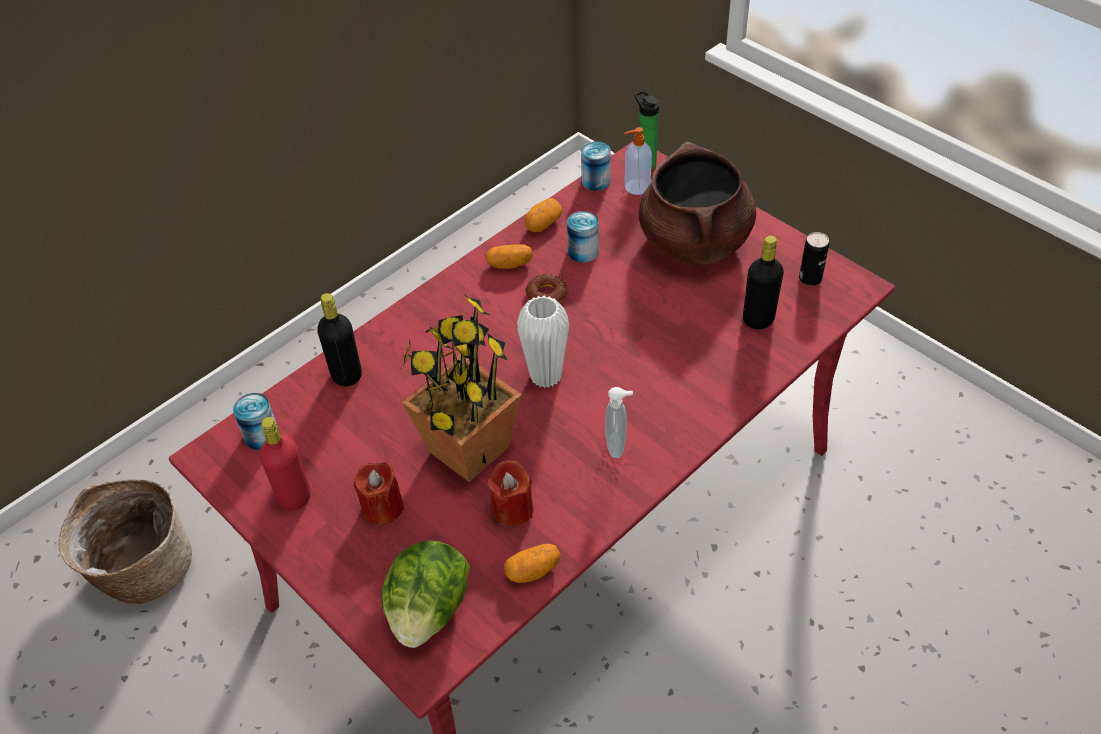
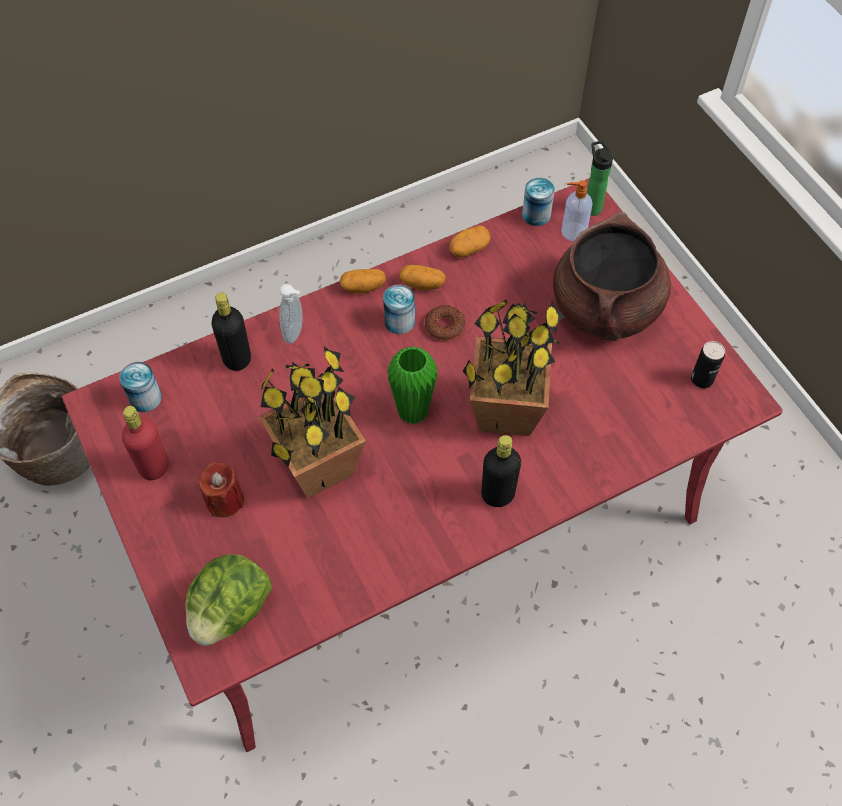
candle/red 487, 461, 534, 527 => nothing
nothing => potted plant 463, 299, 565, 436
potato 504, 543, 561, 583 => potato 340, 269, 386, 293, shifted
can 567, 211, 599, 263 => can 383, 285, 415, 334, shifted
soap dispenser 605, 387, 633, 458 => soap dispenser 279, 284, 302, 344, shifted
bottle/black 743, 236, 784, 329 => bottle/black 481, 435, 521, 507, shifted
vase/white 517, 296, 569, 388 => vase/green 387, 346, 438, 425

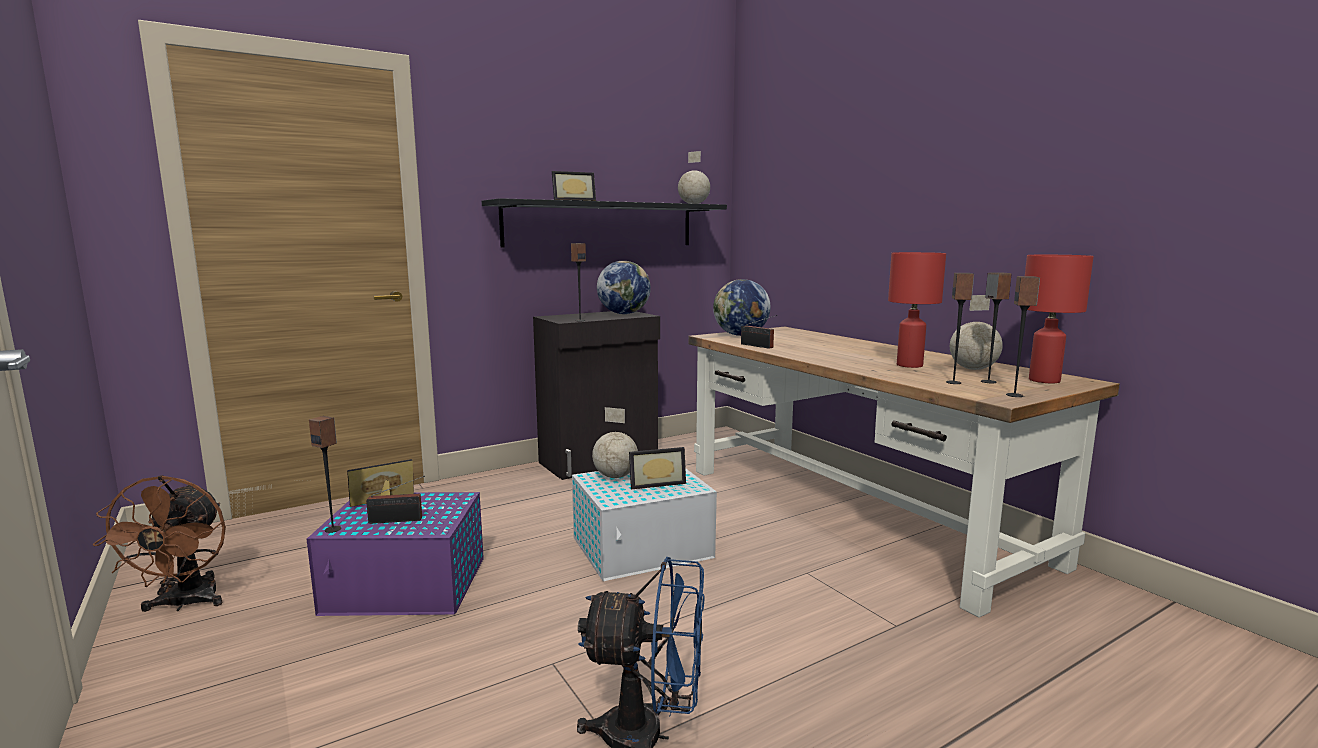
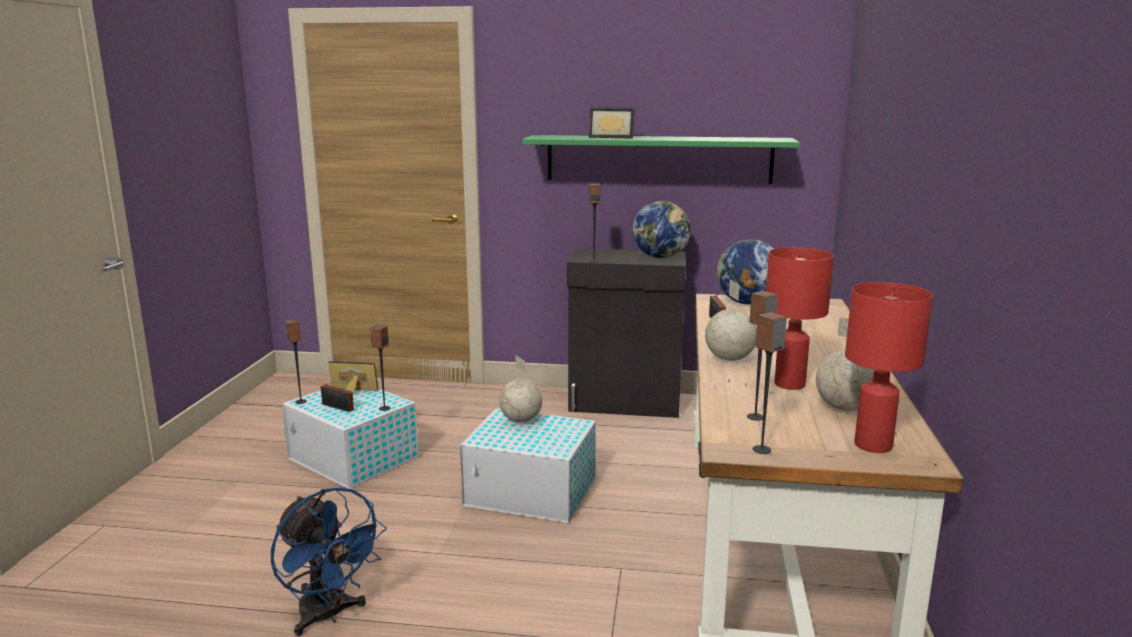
fan/brown 92, 475, 226, 612 => nothing
picture frame 629, 447, 686, 490 => nothing
globe 678, 151, 710, 204 => globe 705, 279, 757, 361, shifted
speaker 981, 272, 1012, 383 => speaker 370, 325, 390, 411, shifted
storage box/purple 307, 492, 484, 616 => storage box/white 282, 389, 419, 489
shelf/black 482, 198, 727, 248 => shelf/green 522, 135, 800, 184

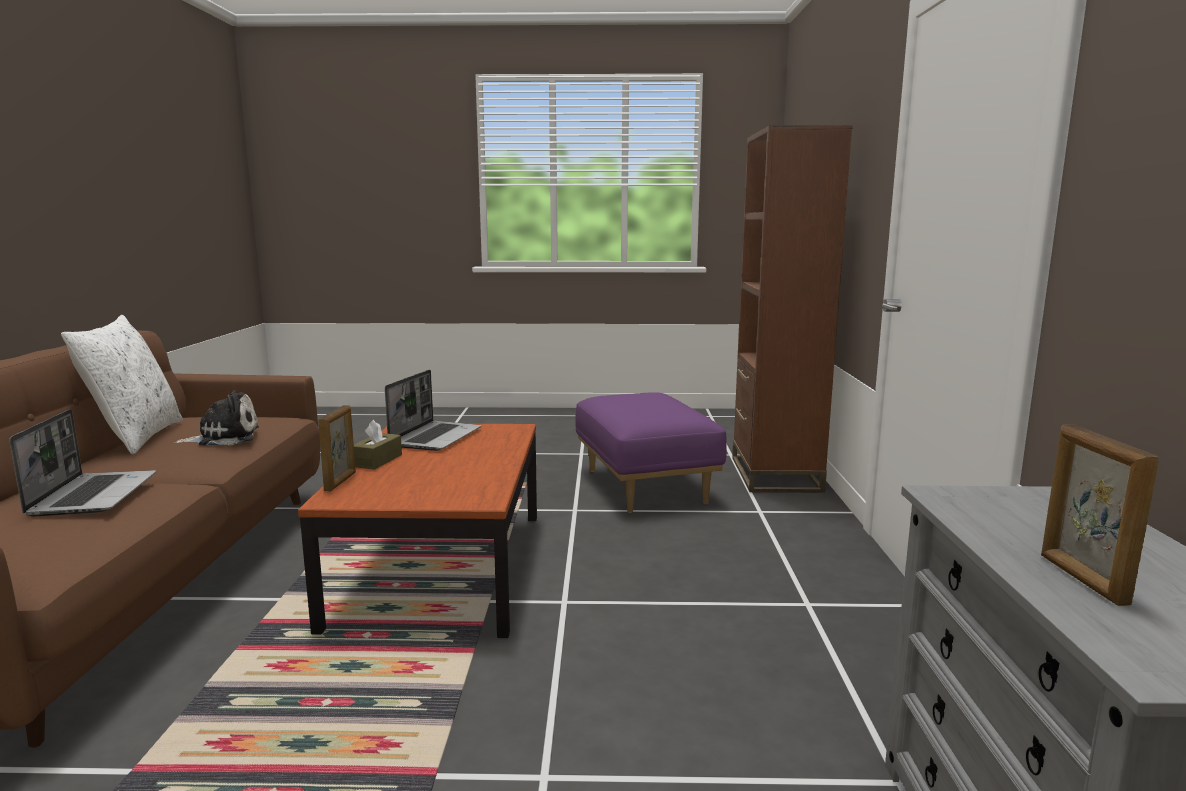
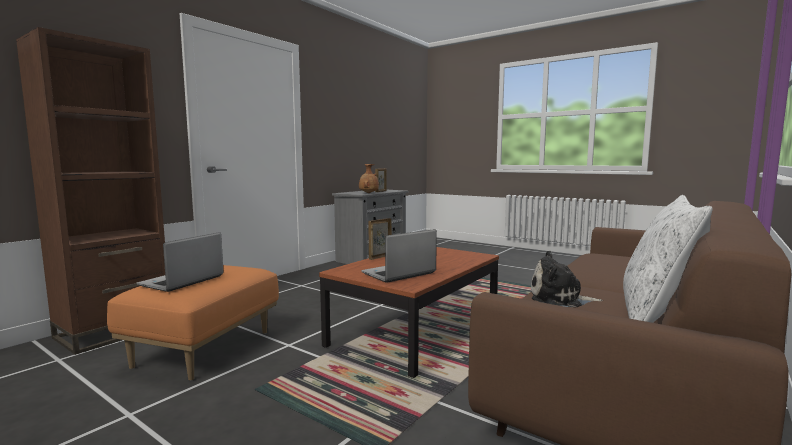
tissue box/brown 354, 420, 402, 470 => nothing
nothing => vase/brown 359, 164, 379, 193
laptop 9, 409, 156, 517 => laptop 137, 232, 224, 292, shifted
picture frame 318, 405, 356, 491 => picture frame 369, 218, 391, 260, shifted
ottoman/purple 575, 392, 727, 513 => ottoman/orange 107, 265, 279, 381

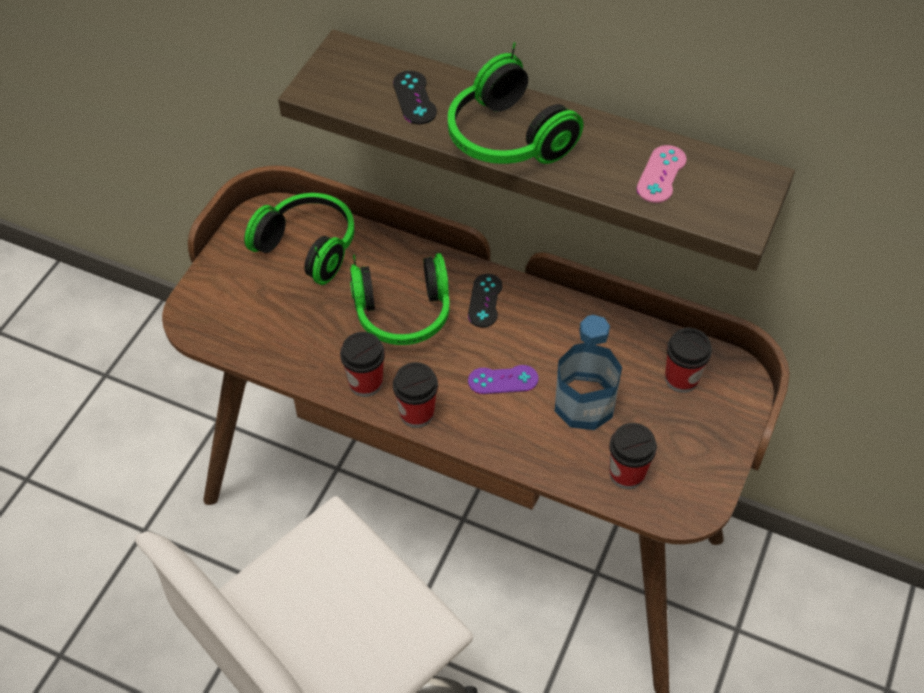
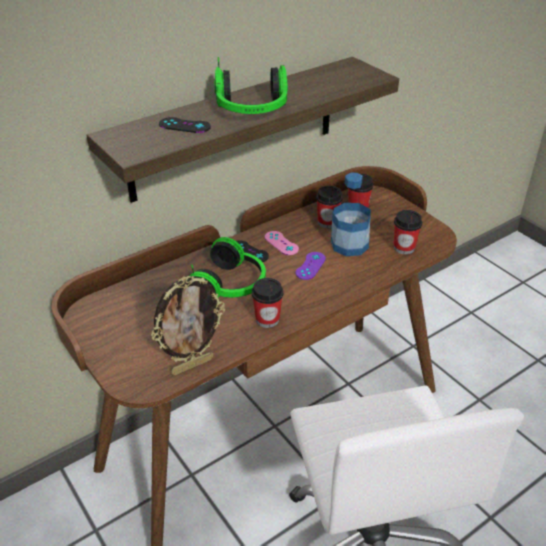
headphones 244, 193, 355, 285 => nothing
nothing => picture frame 151, 276, 225, 375
cup 393, 362, 438, 428 => cup 316, 186, 343, 228, shifted
game controller/pink 636, 145, 687, 203 => game controller/pink 265, 231, 299, 255, shifted

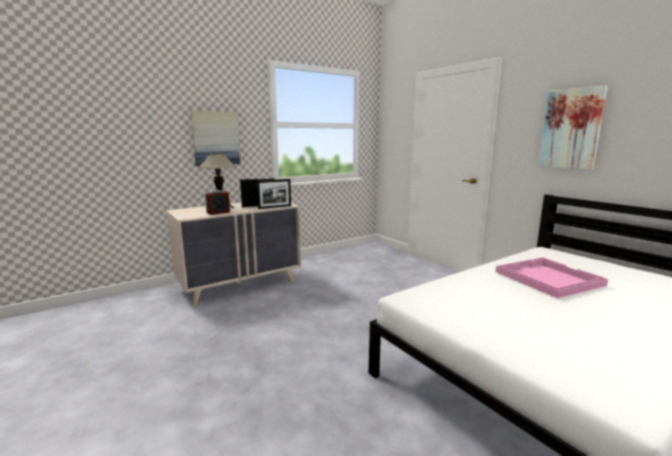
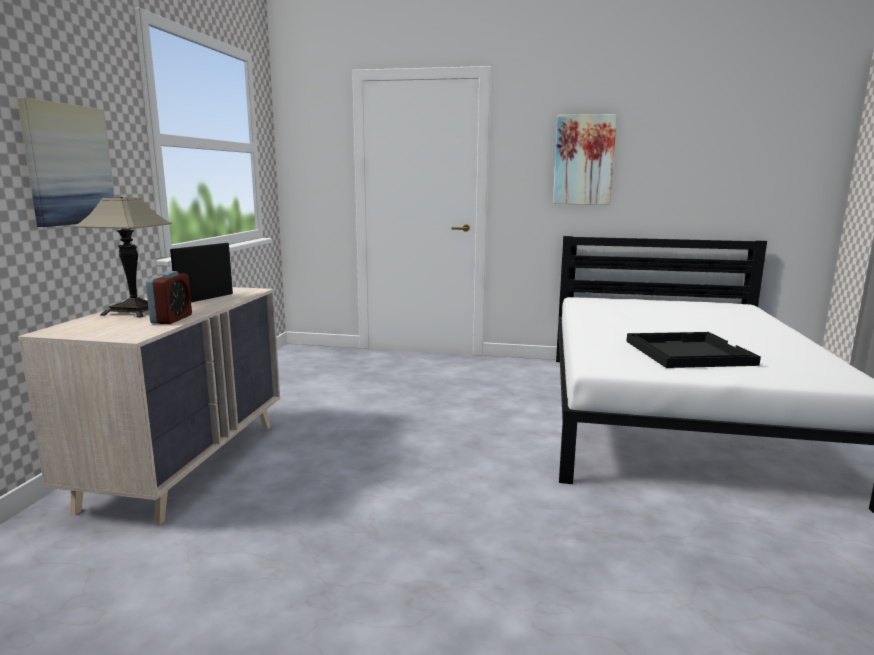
picture frame 257, 179, 291, 209 => nothing
tray/pink 496, 257, 608, 298 => nothing
nothing => tray/black 626, 332, 761, 368

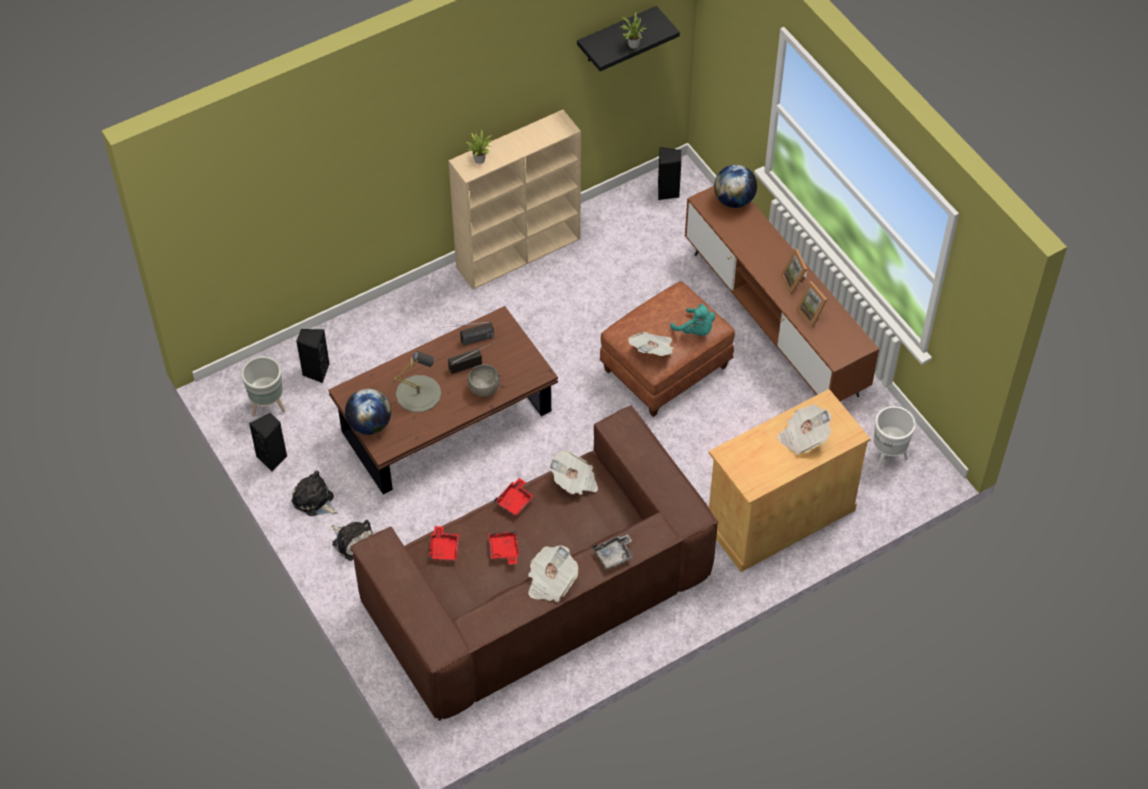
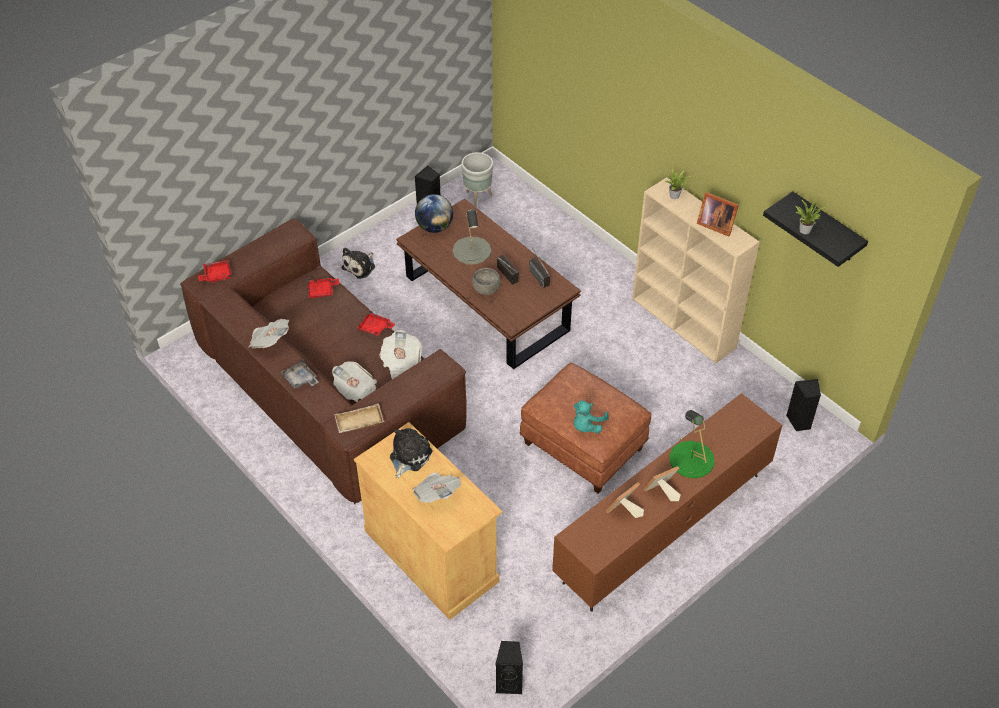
globe 714, 165, 757, 208 => nothing
planter/white 874, 406, 916, 469 => nothing
nothing => tray/beige 334, 403, 384, 433
nothing => table lamp/green 669, 410, 715, 478
nothing => picture frame 697, 192, 739, 237
plush toy 292, 470, 338, 516 => plush toy 390, 428, 432, 479, shifted
speaker/black 296, 329, 330, 383 => speaker/black 495, 641, 523, 694, shifted
tray/red 488, 531, 519, 564 => tray/red 198, 260, 232, 283, shifted
newspaper 628, 332, 674, 356 => newspaper 332, 361, 377, 402, shifted

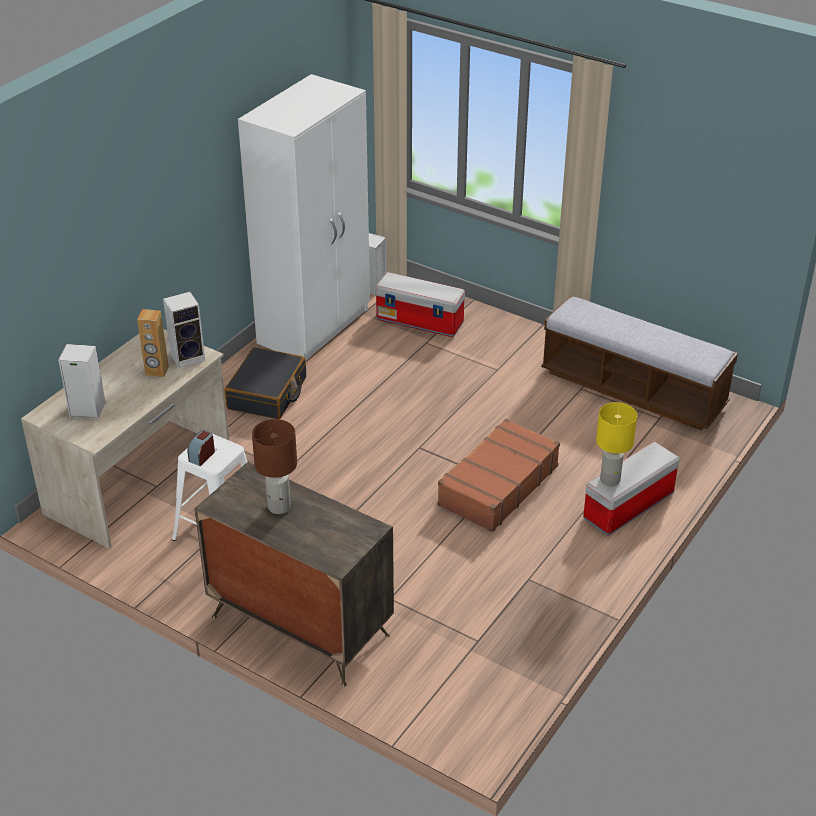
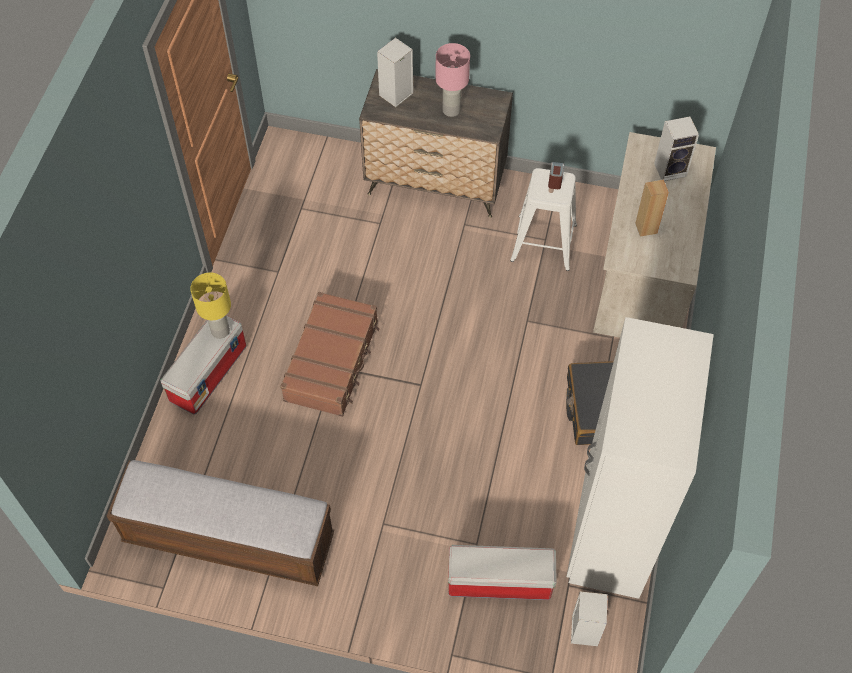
speaker 163, 292, 205, 368 => speaker 377, 38, 413, 107, shifted
table lamp/brown 252, 419, 297, 514 => table lamp/pink 435, 43, 470, 117

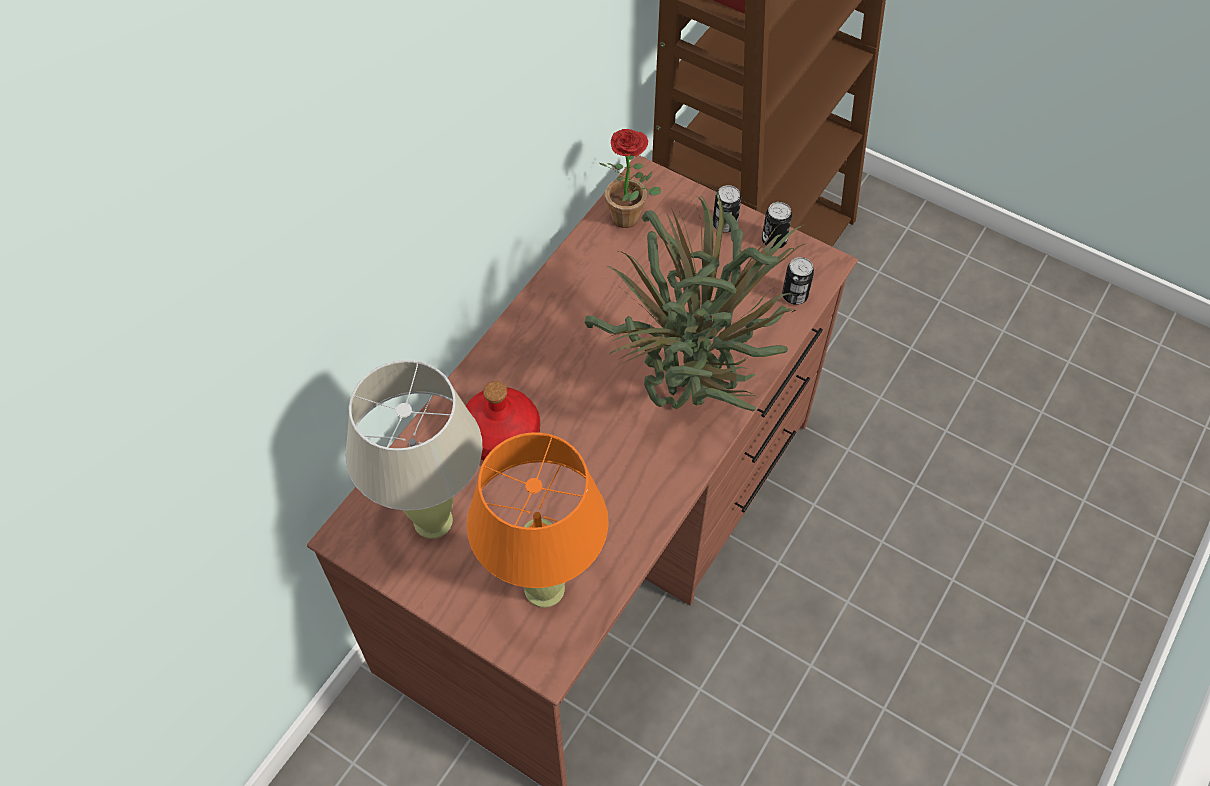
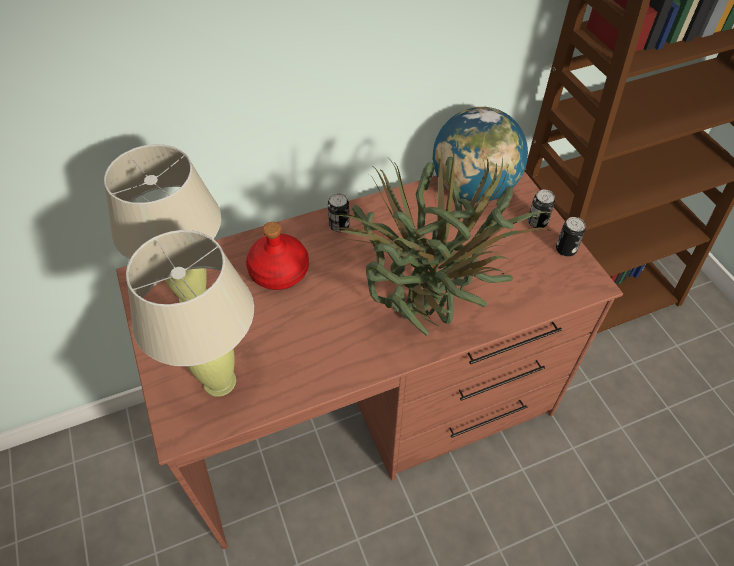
can 782, 257, 814, 305 => can 328, 193, 350, 232, shifted
potted plant 599, 129, 661, 228 => globe 433, 107, 528, 202
table lamp/orange 467, 432, 609, 608 => table lamp/beige 126, 230, 254, 397

